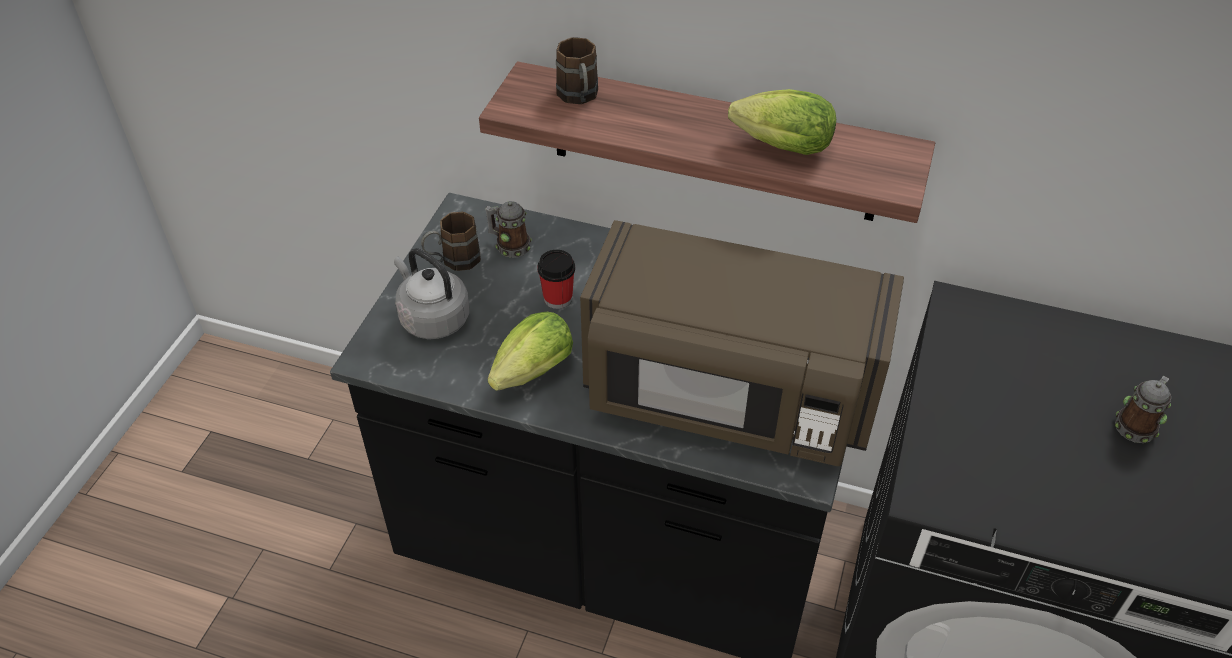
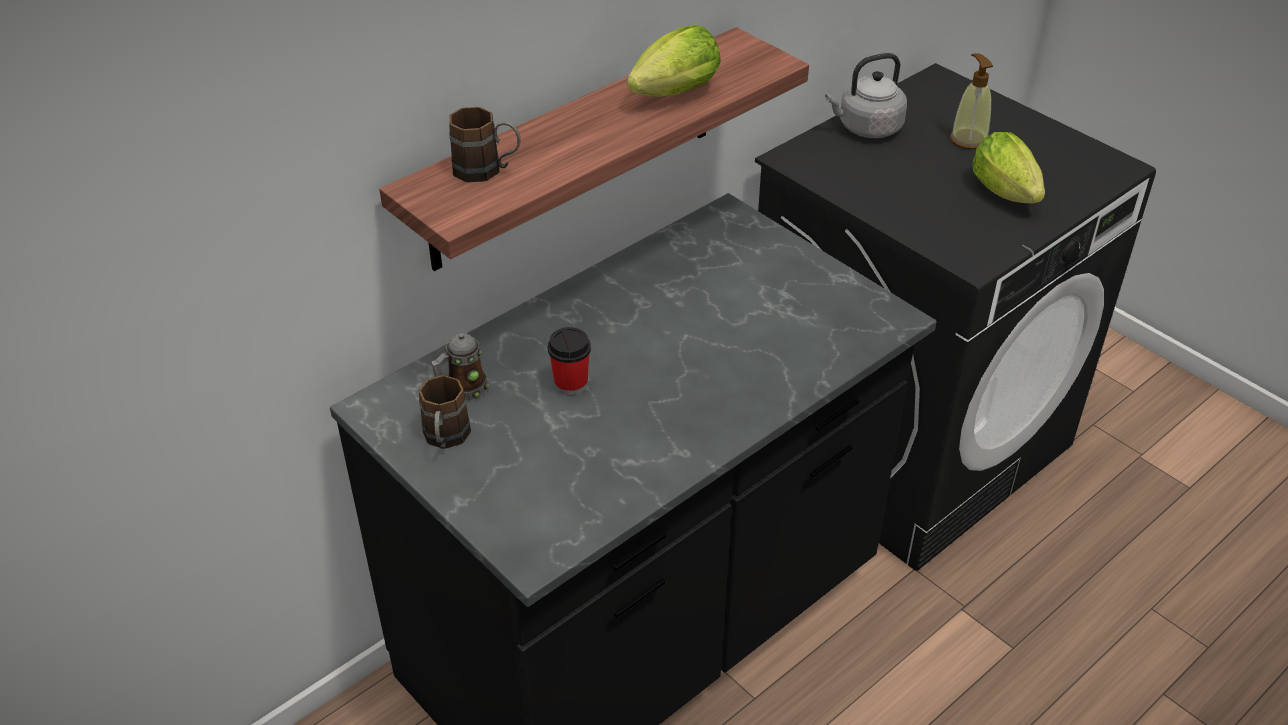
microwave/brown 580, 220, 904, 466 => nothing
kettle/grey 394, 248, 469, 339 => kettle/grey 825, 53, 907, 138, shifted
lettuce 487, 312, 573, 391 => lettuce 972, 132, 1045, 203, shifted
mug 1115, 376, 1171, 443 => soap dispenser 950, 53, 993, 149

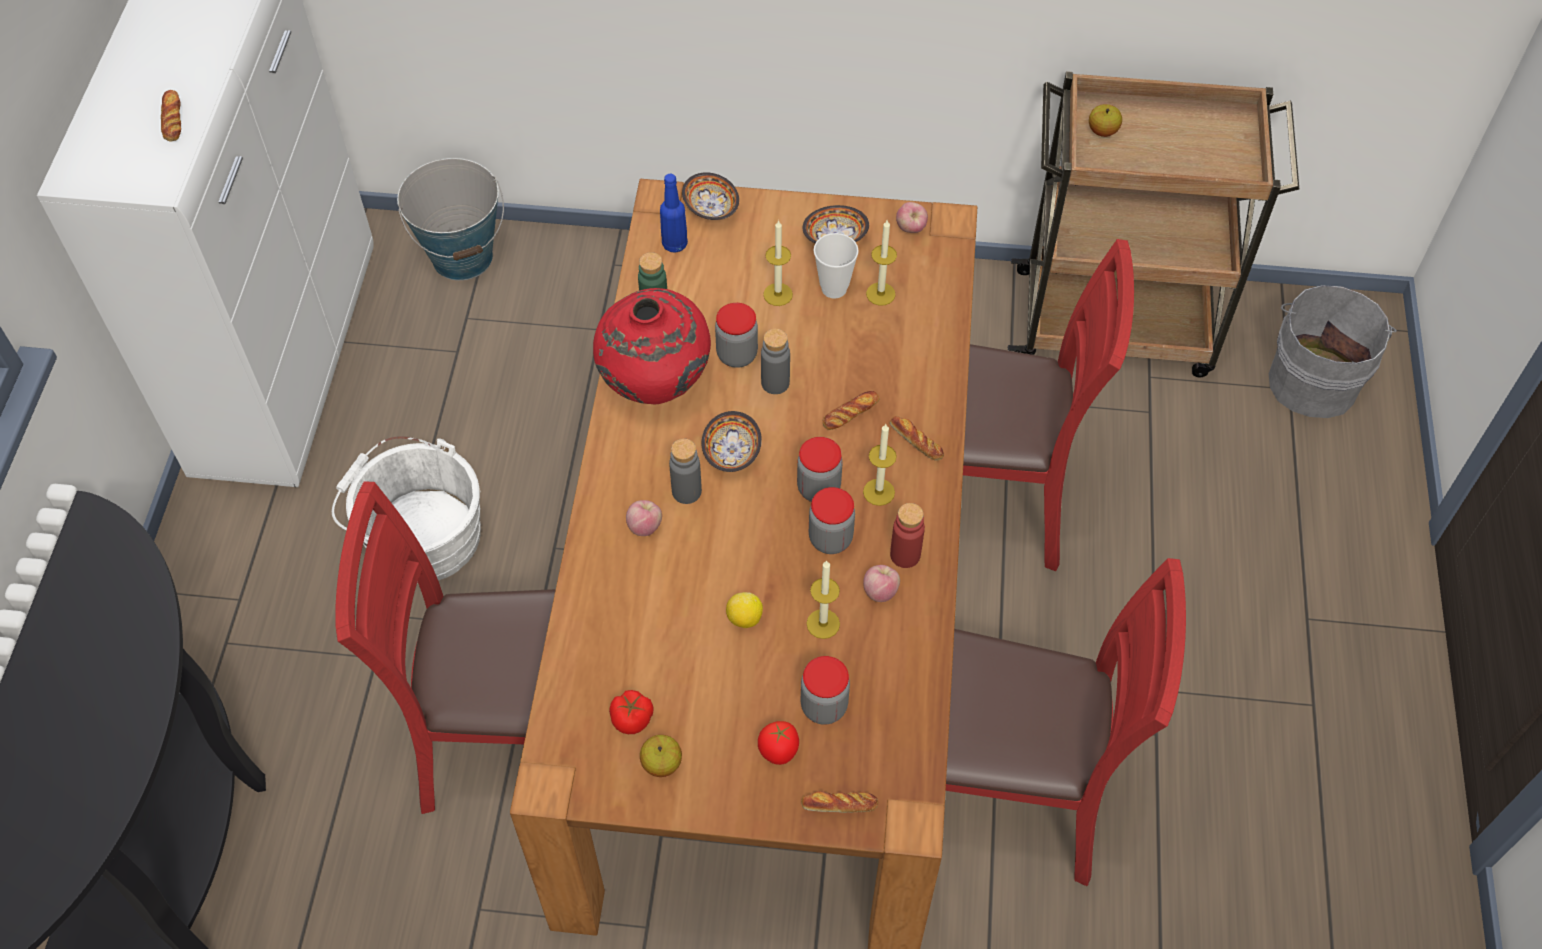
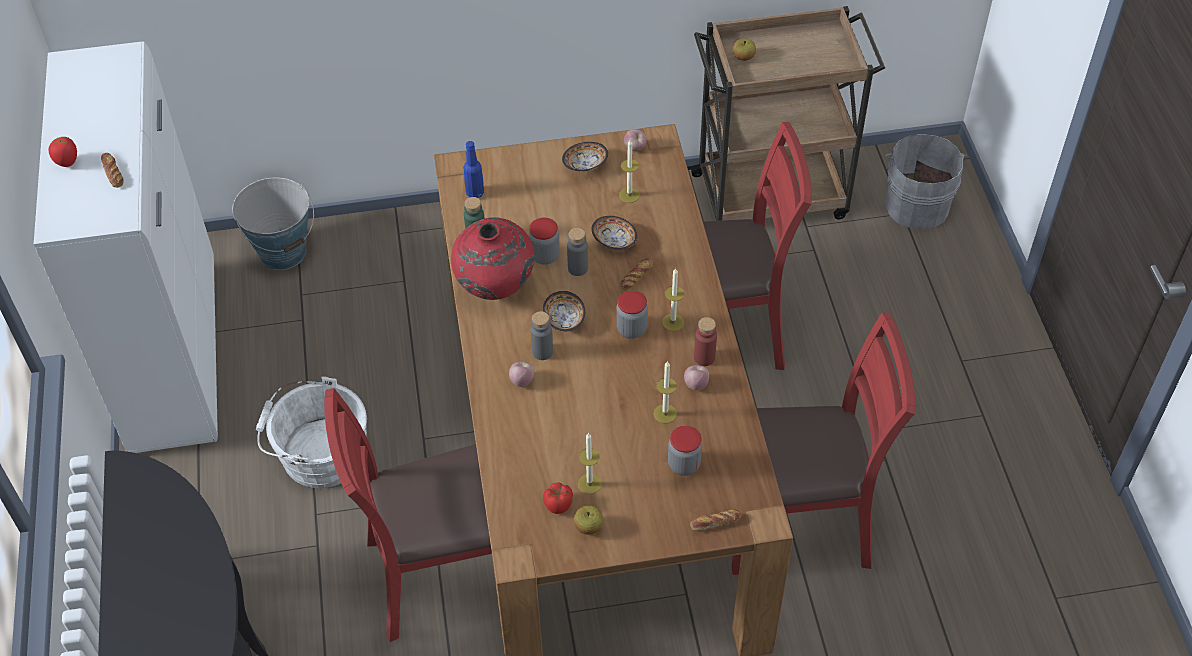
lemon 726, 592, 763, 628 => nothing
jar 809, 487, 855, 554 => nothing
cup 814, 233, 859, 299 => nothing
bread 890, 416, 944, 461 => nothing
bowl 682, 172, 739, 220 => bowl 591, 216, 637, 250, shifted
tomato 758, 721, 799, 765 => tomato 49, 137, 77, 167, shifted
candle 763, 220, 793, 306 => candle 578, 432, 602, 494, shifted

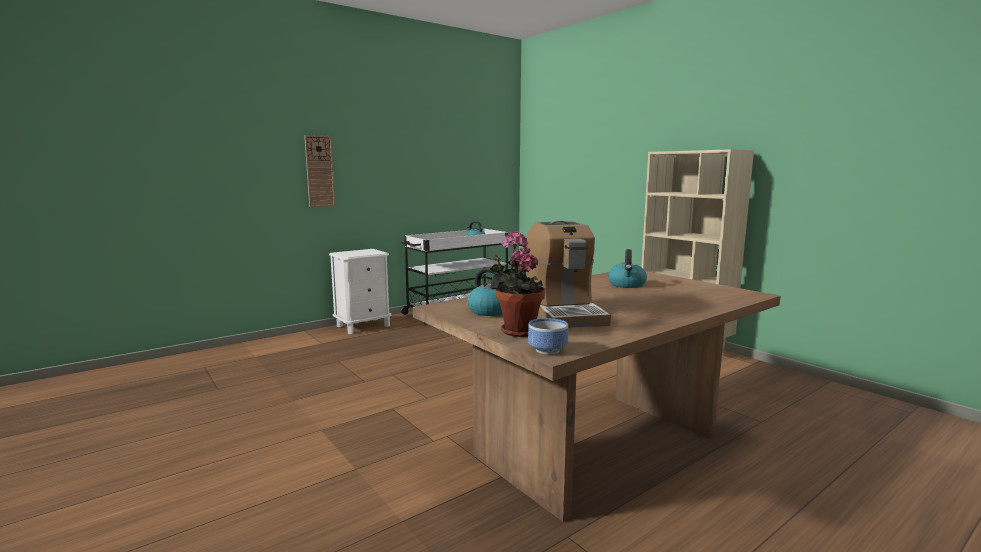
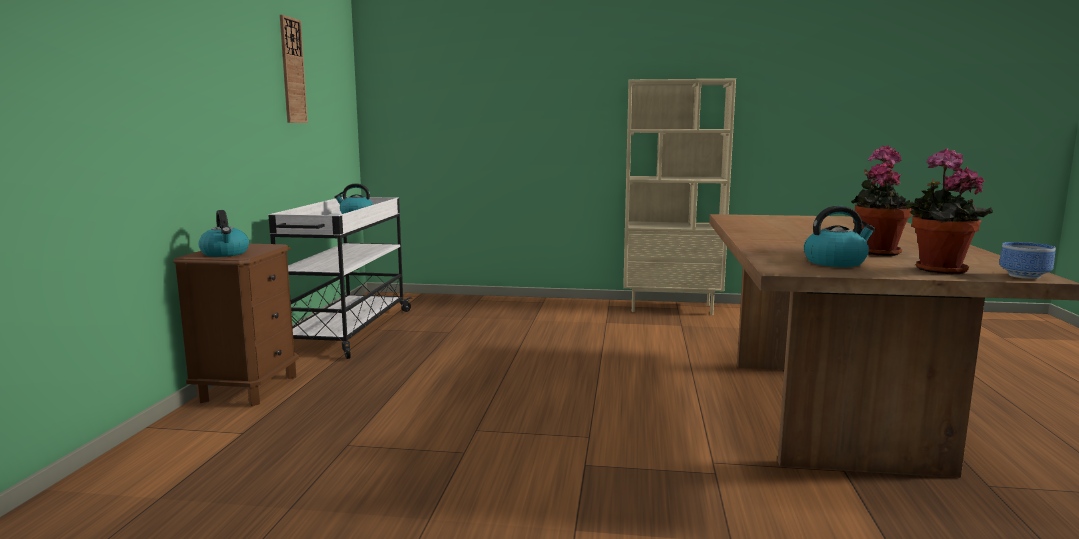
wall clock 304, 135, 335, 207 => wall clock 280, 15, 308, 123, shifted
kettle 608, 249, 647, 288 => kettle 198, 210, 249, 257, shifted
coffee machine 526, 220, 611, 328 => potted plant 851, 145, 913, 256
nightstand/white 329, 249, 392, 334 => nightstand/brown 173, 244, 299, 406

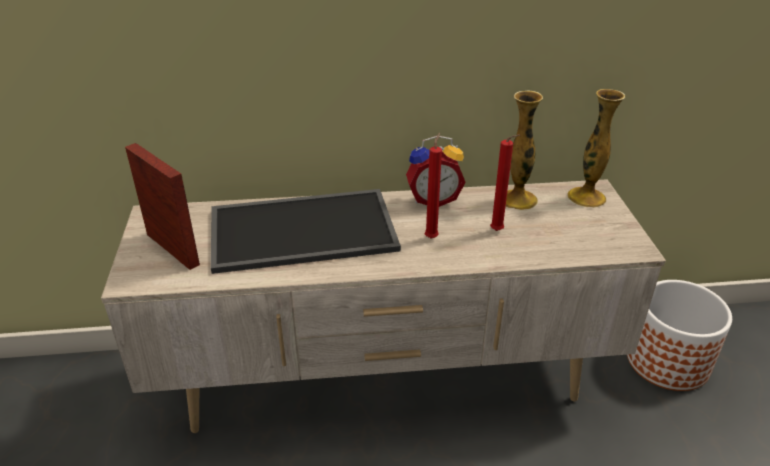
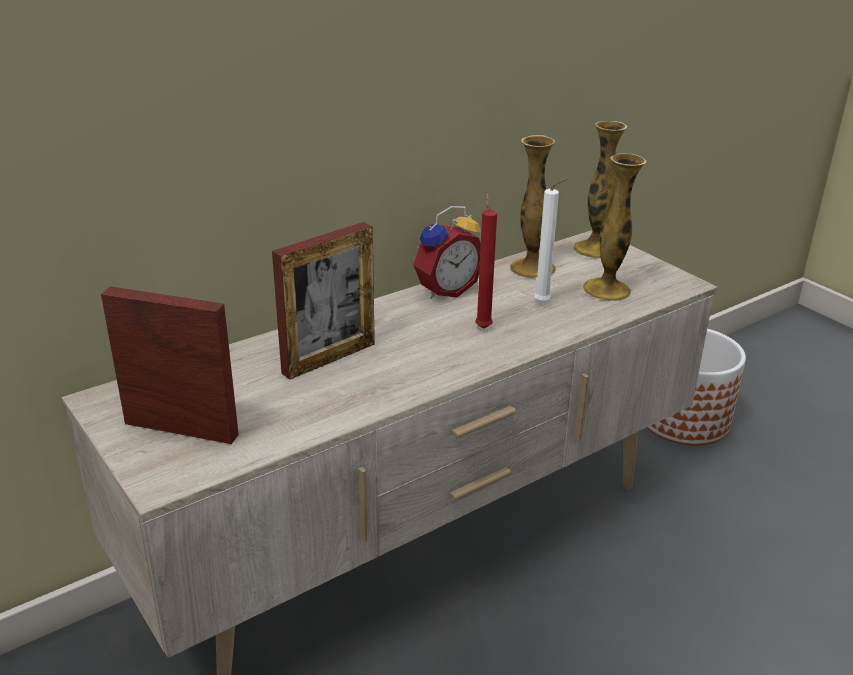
nothing => vase 582, 153, 647, 301
tray 211, 189, 401, 274 => picture frame 272, 222, 375, 380
candle/red 490, 134, 520, 231 => candle/white 534, 178, 568, 303

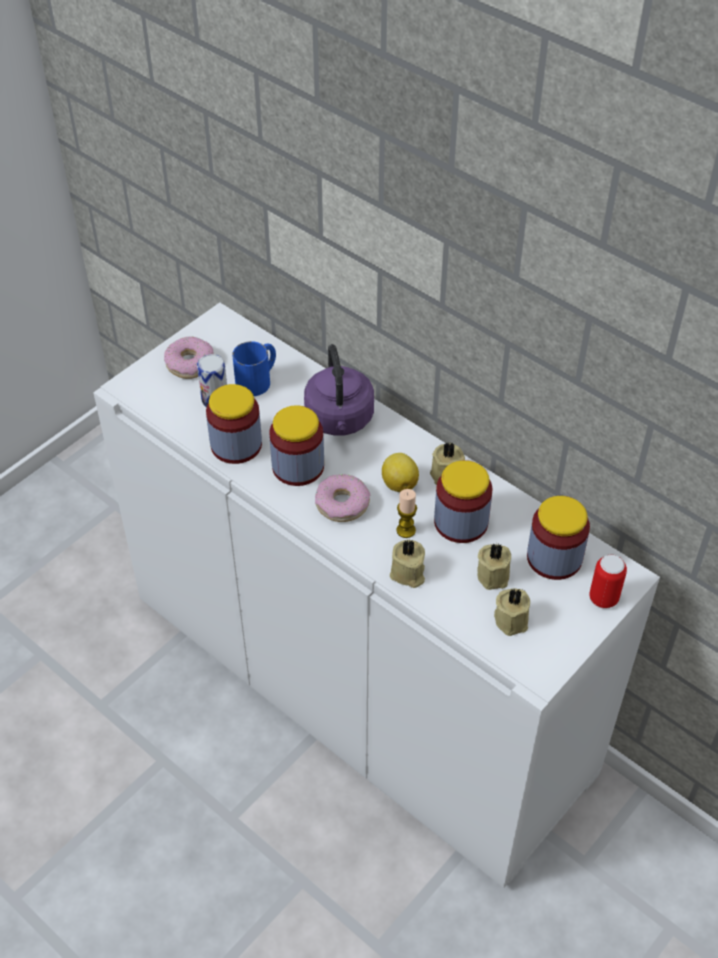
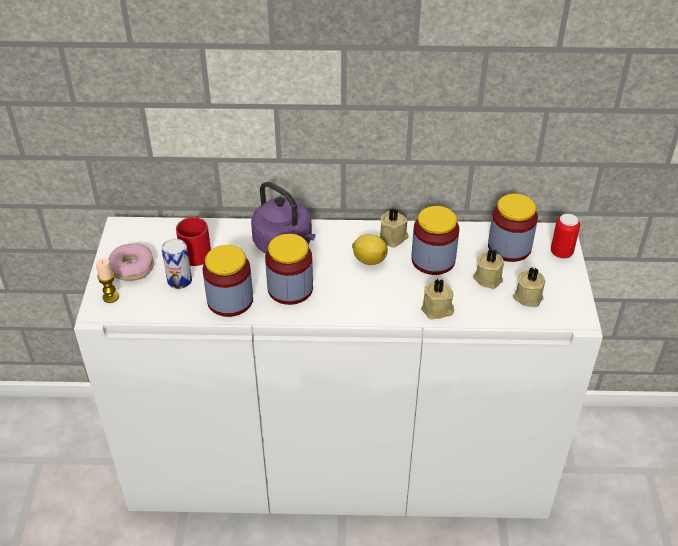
donut 315, 474, 370, 522 => nothing
candle 396, 489, 417, 538 => candle 96, 259, 119, 303, shifted
mug/blue 232, 341, 276, 396 => mug/red 176, 216, 211, 266

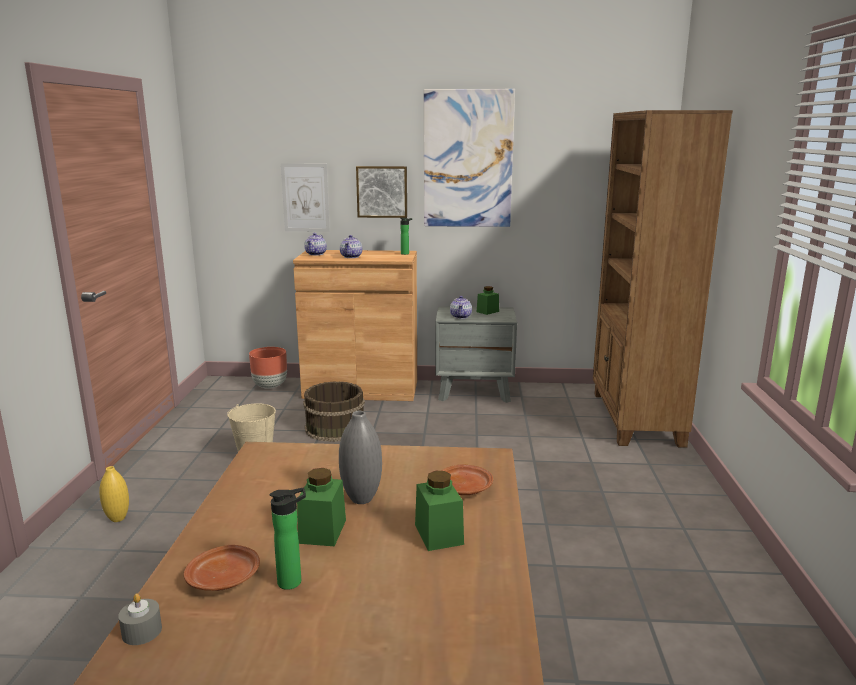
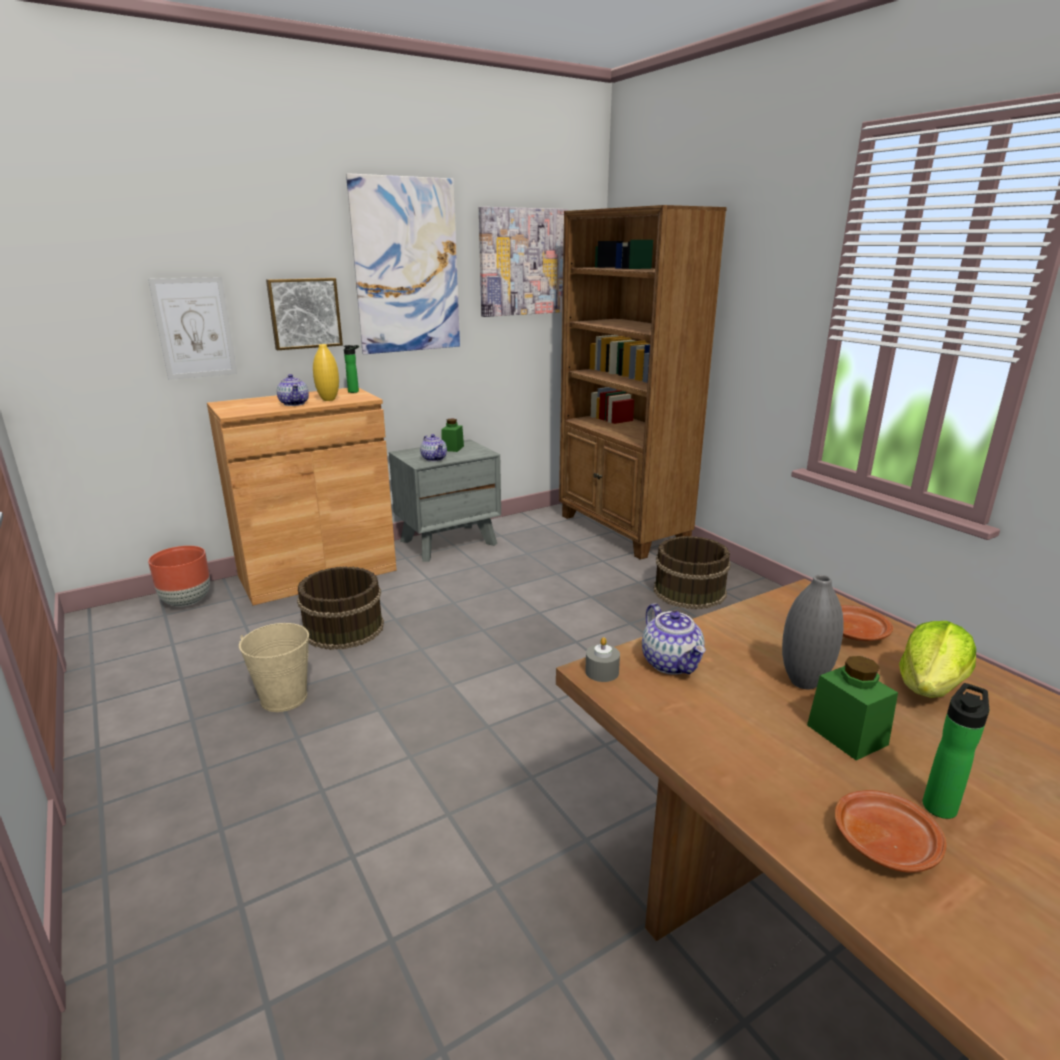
nothing => picture 479, 207, 568, 317
nothing => bucket/brown 654, 536, 730, 609
vase/yellow 99, 466, 129, 522 => vase/yellow 313, 344, 339, 401, shifted
candle/grey 118, 594, 162, 645 => candle/grey 585, 637, 620, 682, shifted
teapot 304, 233, 327, 255 => teapot 642, 603, 706, 675, shifted
jar/green 415, 471, 464, 551 => lettuce 899, 621, 976, 698

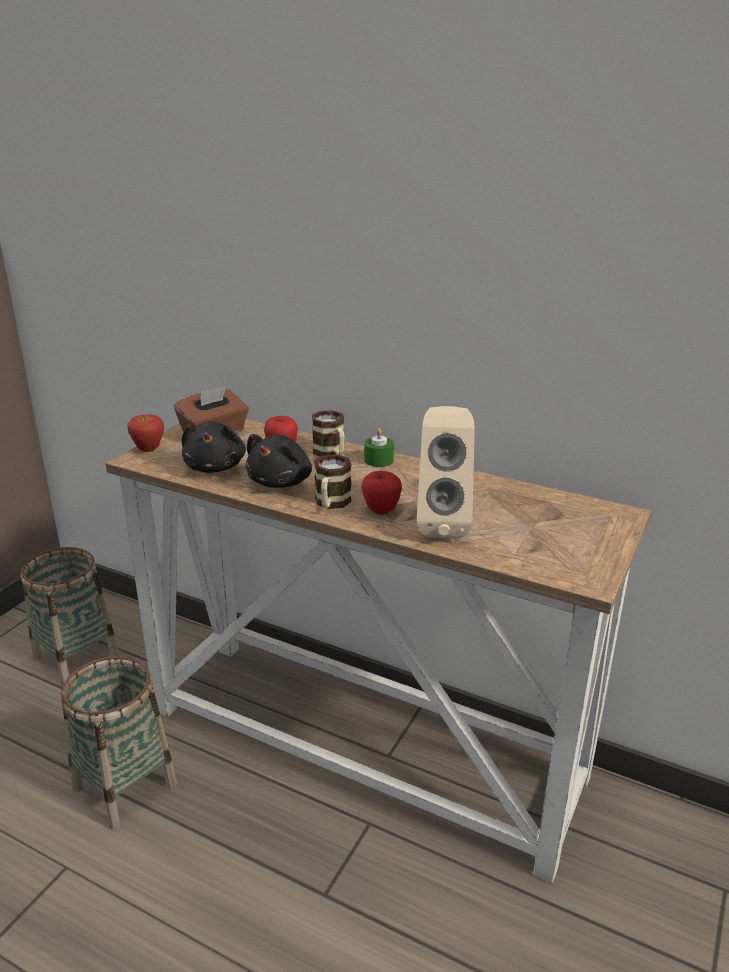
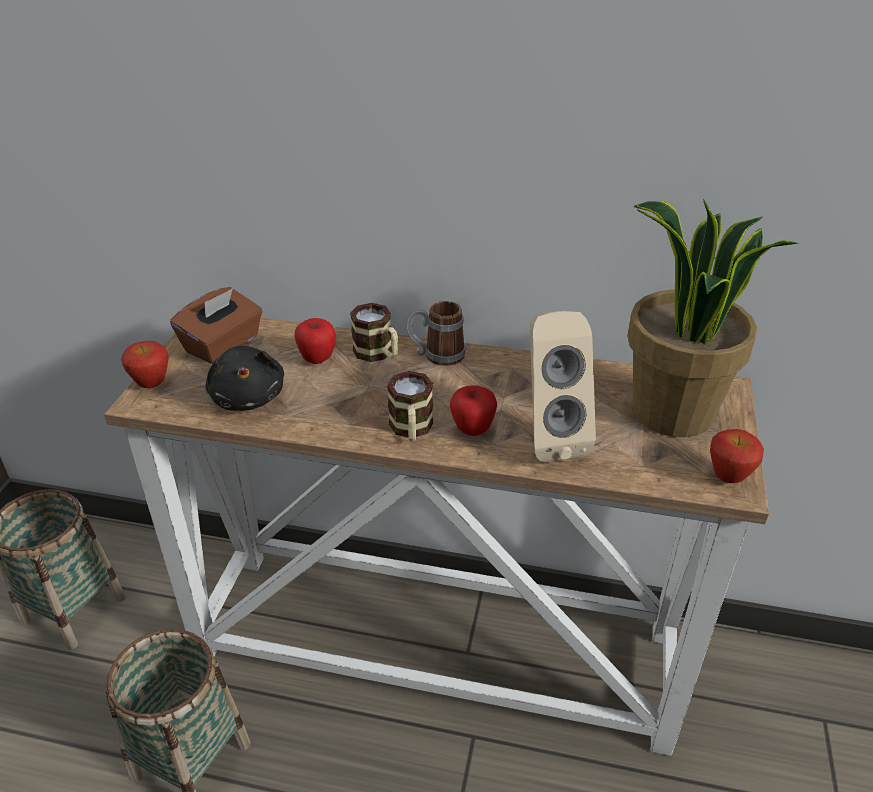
plush toy/black 246, 434, 312, 488 => nothing
nothing => potted plant 627, 199, 798, 437
nothing => apple 710, 429, 764, 483
candle/green 364, 428, 394, 467 => mug 407, 301, 466, 366

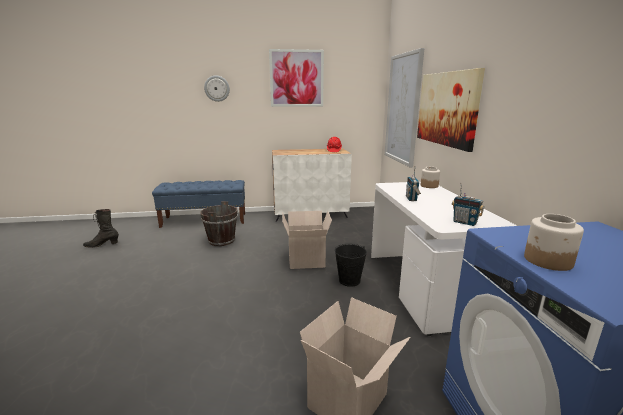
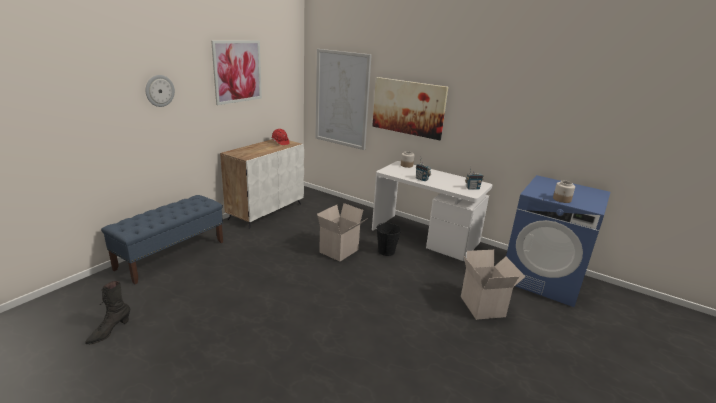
bucket/brown 200, 201, 238, 246 => nothing

